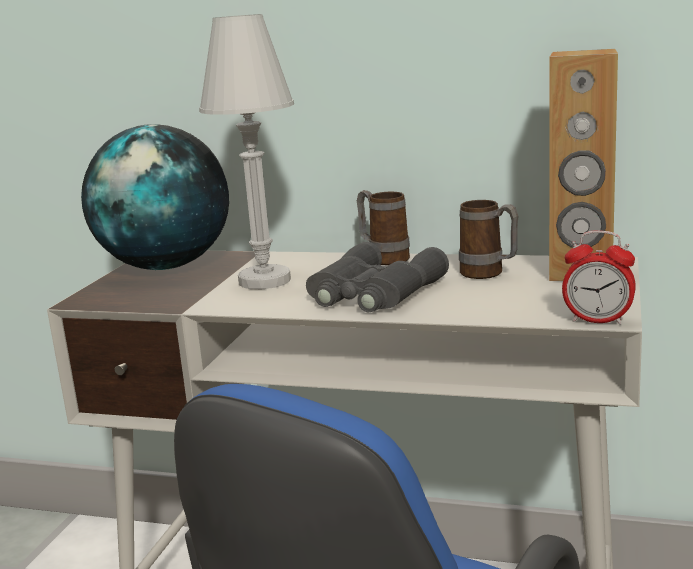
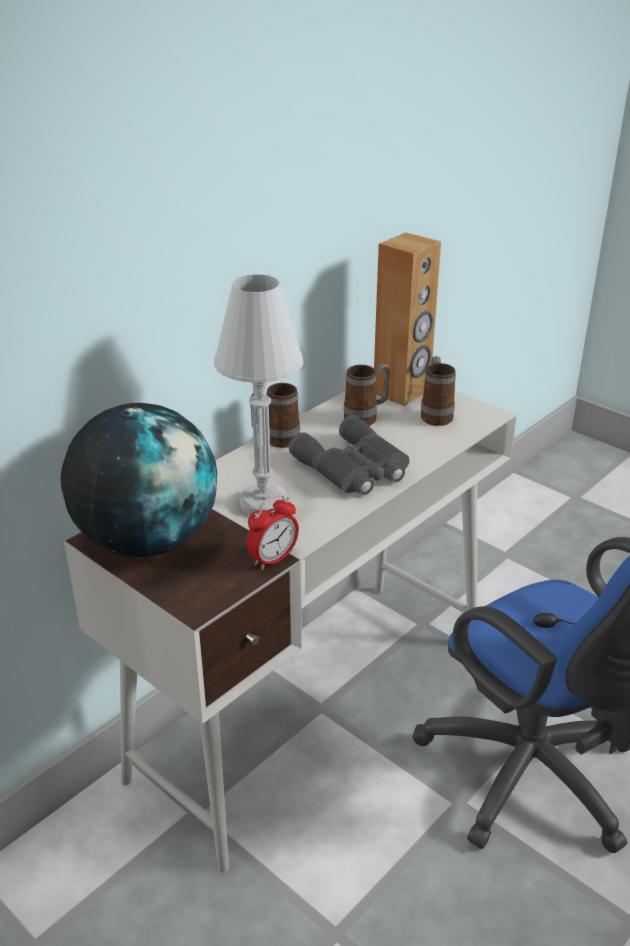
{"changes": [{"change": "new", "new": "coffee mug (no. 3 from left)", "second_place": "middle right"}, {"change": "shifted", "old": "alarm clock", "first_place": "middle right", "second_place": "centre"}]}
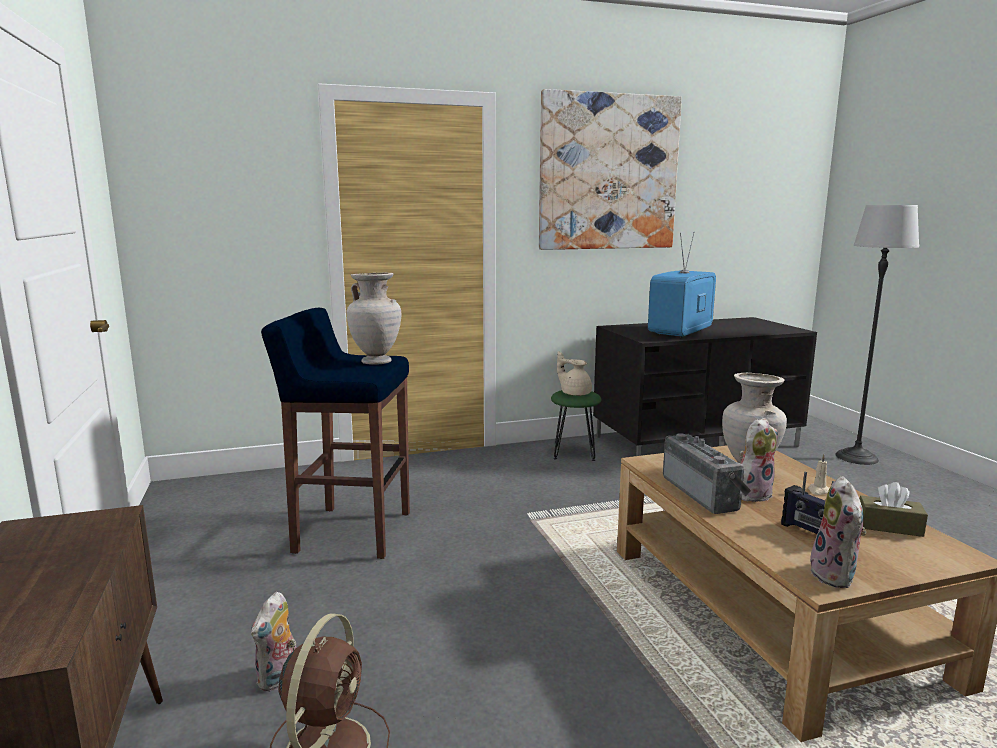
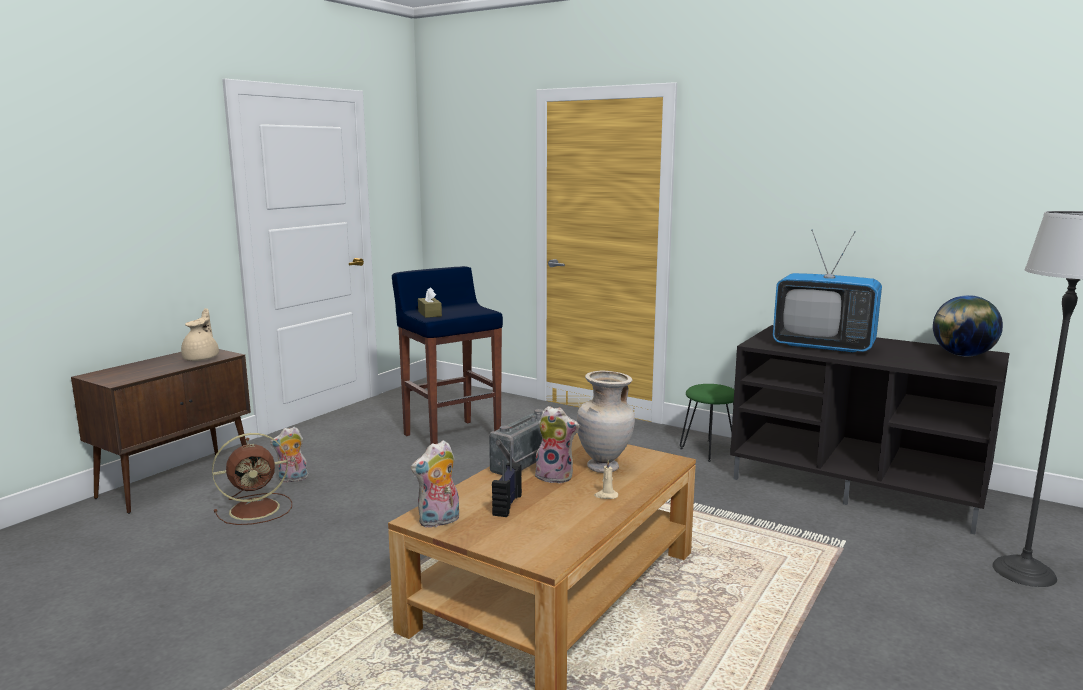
{"changes": [{"change": "gone", "old": "decorative vase (beige-coloured) (no. 1 from left)", "first_place": "centre"}, {"change": "gone", "old": "picture", "first_place": "top centre"}, {"change": "new", "new": "globe", "second_place": "middle right"}, {"change": "shifted", "old": "tea pot (beige-coloured)", "first_place": "centre", "second_place": "middle left"}, {"change": "shifted", "old": "box of tissues (brown-coloured)", "first_place": "bottom right", "second_place": "centre"}, {"change": "rotated", "old": "TV set", "first_place": "middle right", "second_place": "middle right", "degrees": -150}]}
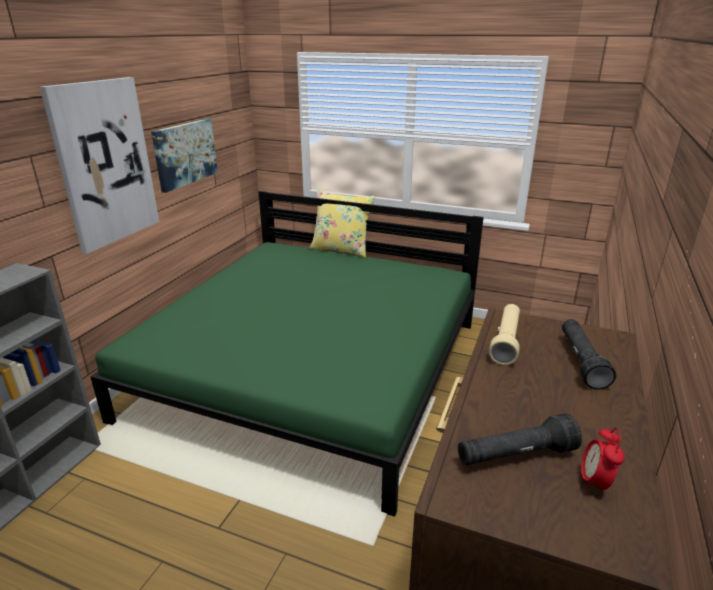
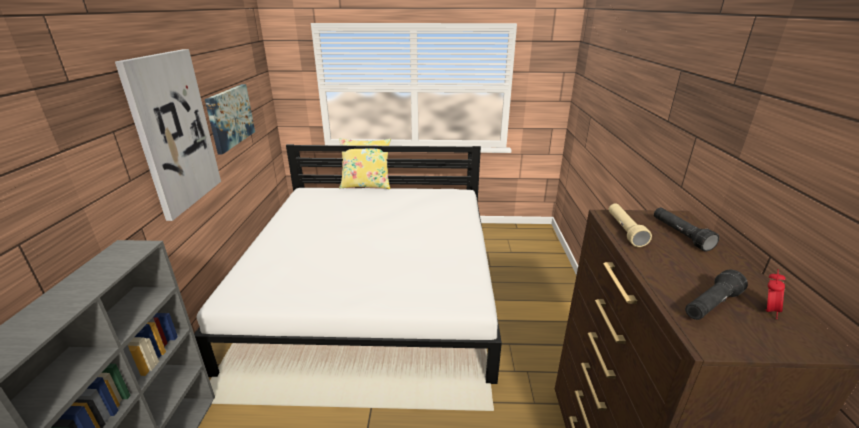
{"changes": [{"change": "repainted", "old": "bedroom bed (greenish)", "new": "bedroom bed (white-coloured)", "first_place": "centre", "second_place": "centre"}, {"change": "rotated", "old": "alarm clock", "first_place": "bottom right", "second_place": "bottom right", "degrees": -135}]}
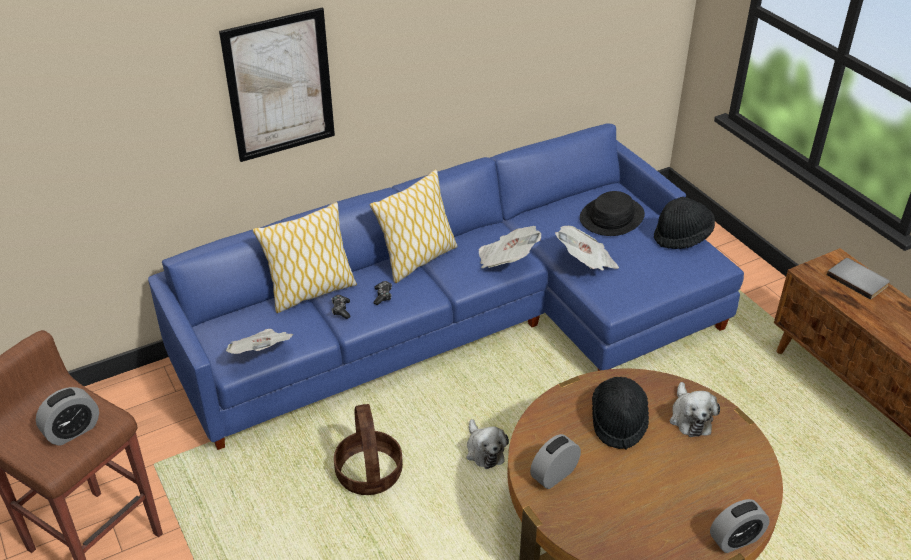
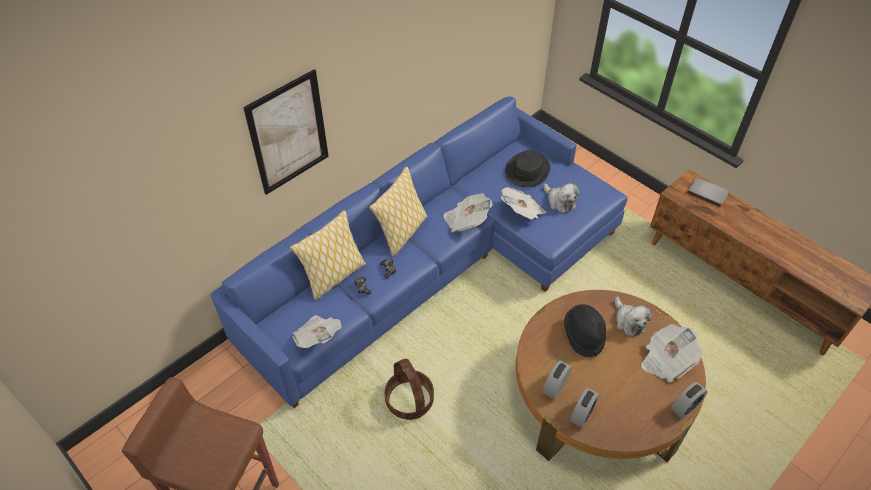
{"changes": [{"change": "gone", "old": "clothing hat (black) (no. 3 from left)", "first_place": "middle right"}, {"change": "new", "new": "daily paper (no. 4 from left)", "second_place": "bottom right"}, {"change": "shifted", "old": "alarm clock (no. 1 from left in the first image)", "new": "alarm clock (no. 2 from left)", "first_place": "bottom left", "second_place": "bottom right"}, {"change": "shifted", "old": "soft toy (no. 1 from left)", "first_place": "bottom centre", "second_place": "centre"}]}
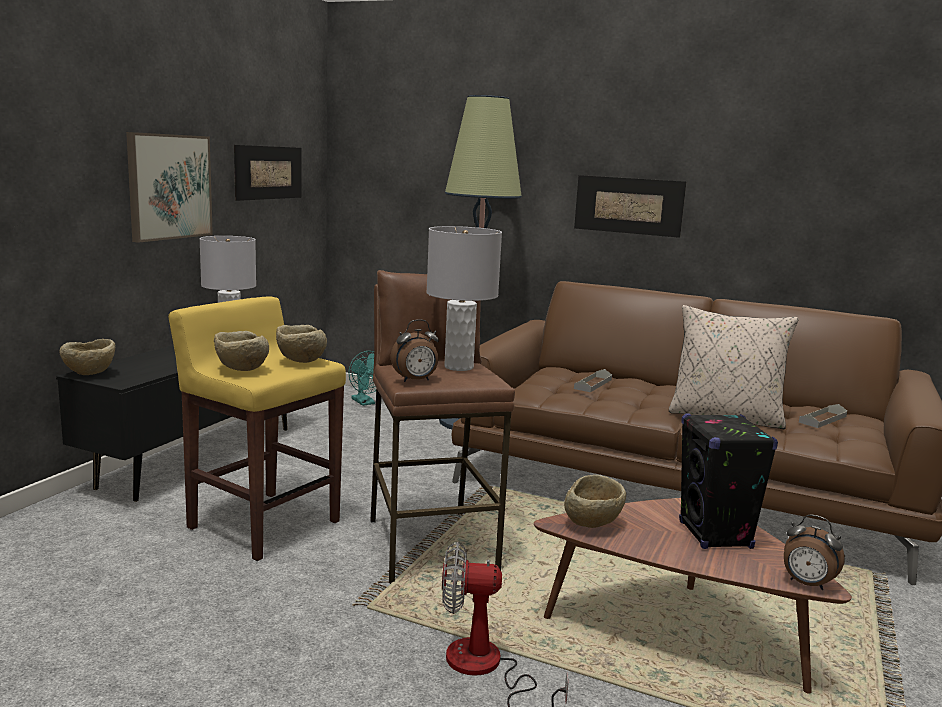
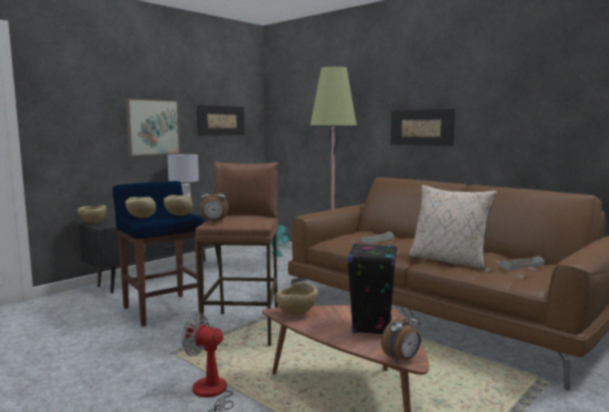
{"changes": [{"change": "gone", "old": "tabletop lamp (greyish) (no. 2 from left)", "first_place": "centre"}, {"change": "repainted", "old": "stool seat (yellow)", "new": "stool seat (blue)", "first_place": "middle left", "second_place": "middle left"}, {"change": "rotated", "old": "alarm clock (no. 2 from left)", "first_place": "bottom right", "second_place": "bottom centre", "degrees": -90}]}
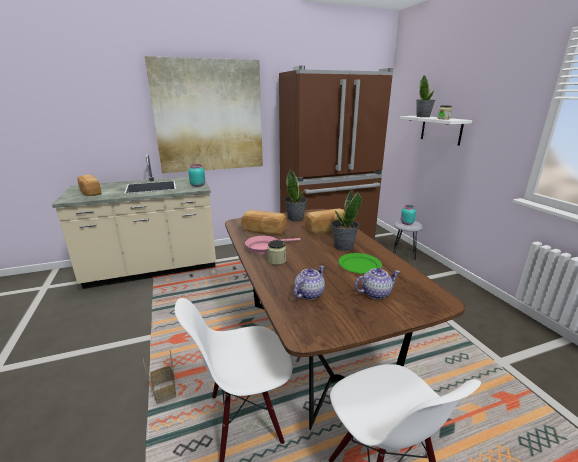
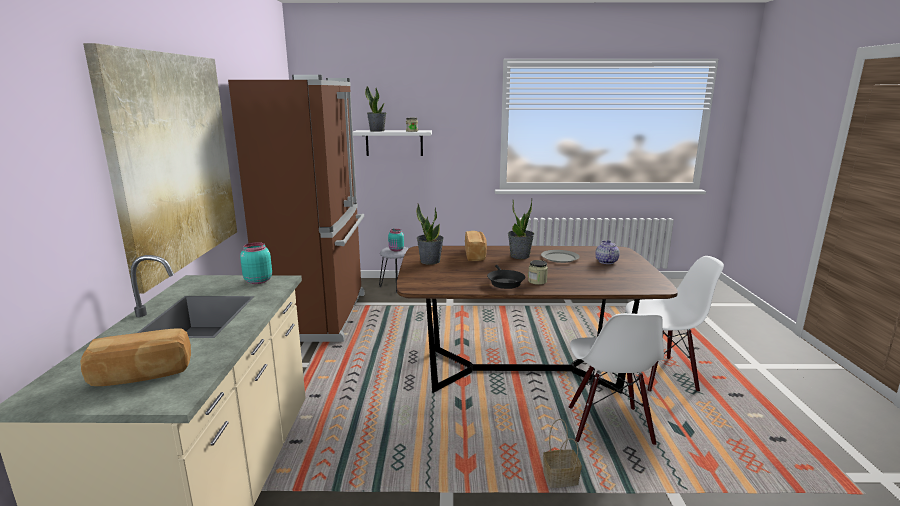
{"changes": [{"change": "gone", "old": "bread (no. 2 from left)", "first_place": "centre"}, {"change": "gone", "old": "tea pot (no. 1 from left)", "first_place": "centre"}, {"change": "repainted", "old": "skillet (pink-coloured)", "new": "skillet (black)", "first_place": "centre", "second_place": "centre"}, {"change": "repainted", "old": "plate (greenish)", "new": "plate (greyish)", "first_place": "centre", "second_place": "centre"}]}
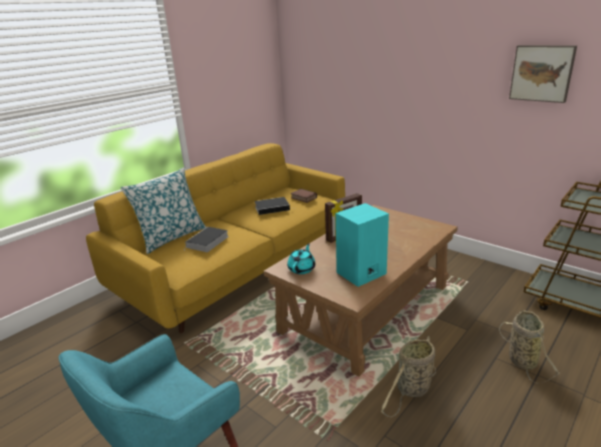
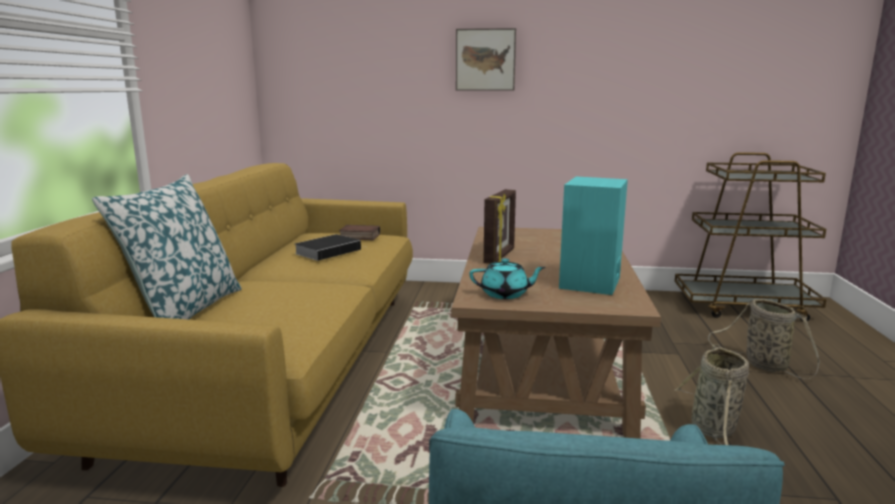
{"changes": [{"change": "gone", "old": "bound book (no. 1 from left)", "first_place": "centre"}, {"change": "shifted", "old": "picture", "first_place": "top right", "second_place": "top centre"}, {"change": "rotated", "old": "tea pot (turquoise)", "first_place": "centre", "second_place": "centre", "degrees": 105}]}
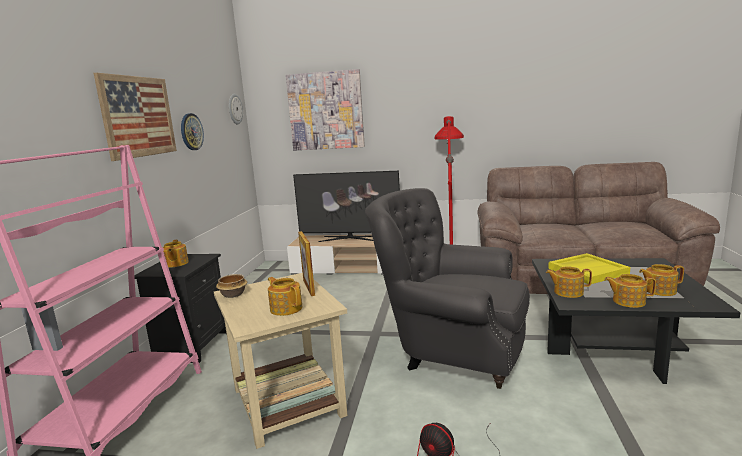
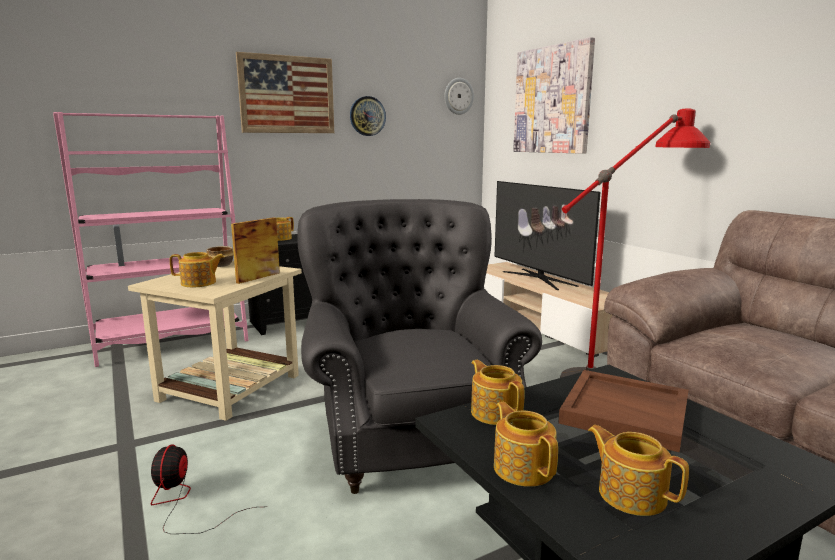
{"changes": [{"change": "repainted", "old": "serving tray (yellow)", "new": "serving tray (brown-coloured)", "first_place": "middle right", "second_place": "bottom right"}, {"change": "rotated", "old": "tea pot (no. 2 from left in the first image)", "first_place": "centre", "second_place": "middle left", "degrees": 75}]}
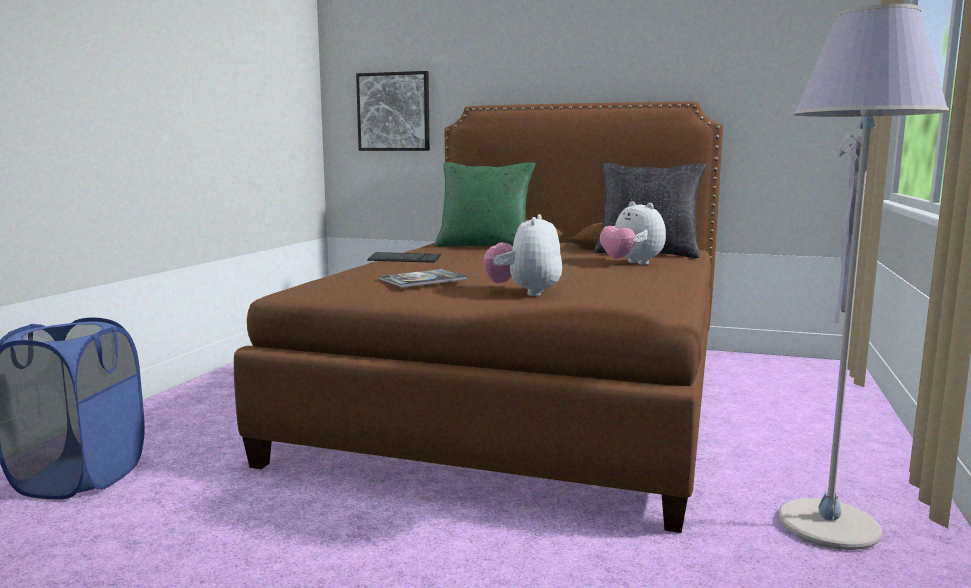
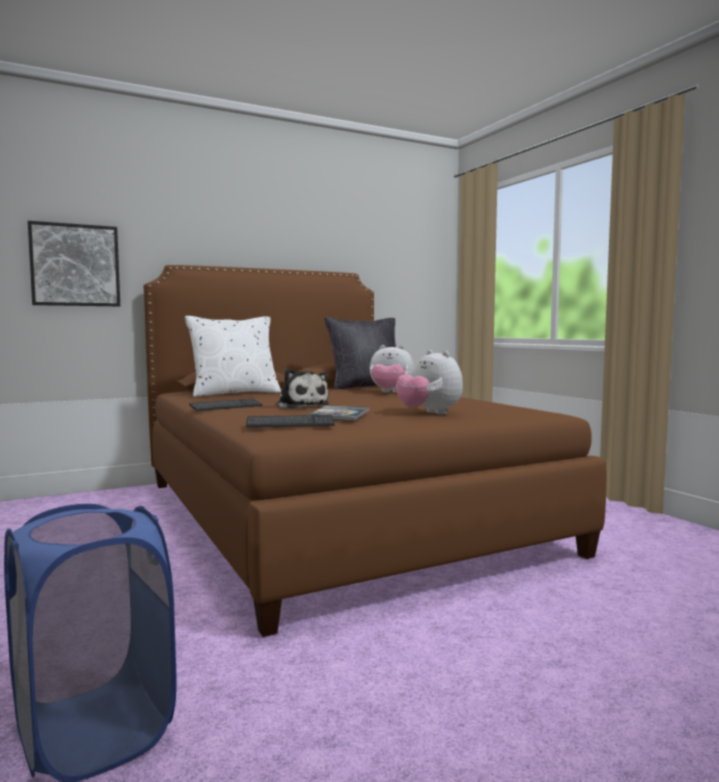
{"changes": [{"change": "gone", "old": "standing lamp (greyish)", "first_place": "middle right"}, {"change": "new", "new": "keyboard (no. 2 from left)", "second_place": "centre"}, {"change": "new", "new": "soft toy (no. 1 from left)", "second_place": "centre"}, {"change": "repainted", "old": "pillow (greenish)", "new": "pillow (white-coloured)", "first_place": "centre", "second_place": "middle left"}]}
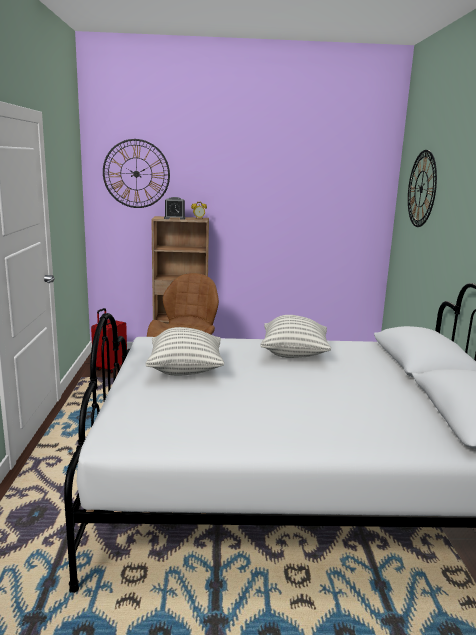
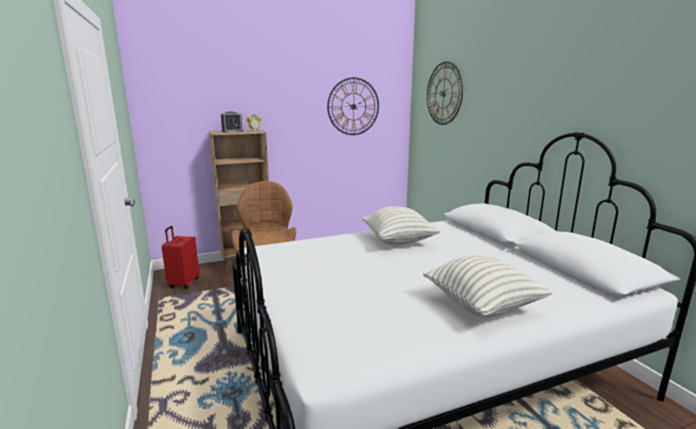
{"changes": [{"change": "shifted", "old": "hanging clock (no. 1 from left)", "first_place": "top left", "second_place": "top centre"}, {"change": "shifted", "old": "pillow (no. 1 from left in the first image)", "new": "pillow (no. 2 from left)", "first_place": "centre", "second_place": "bottom right"}]}
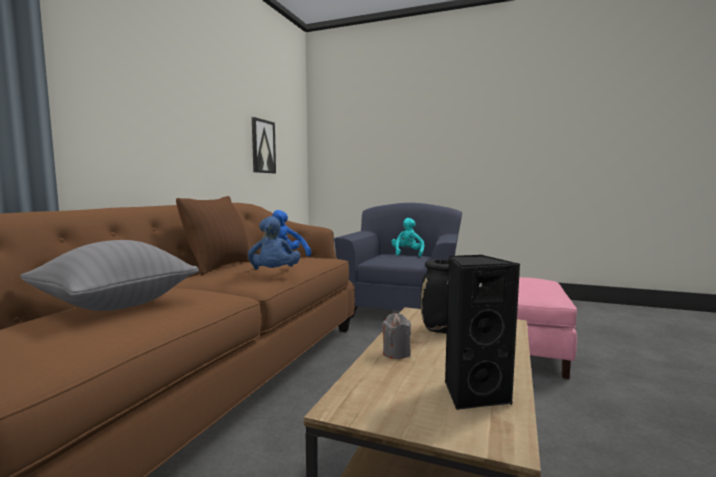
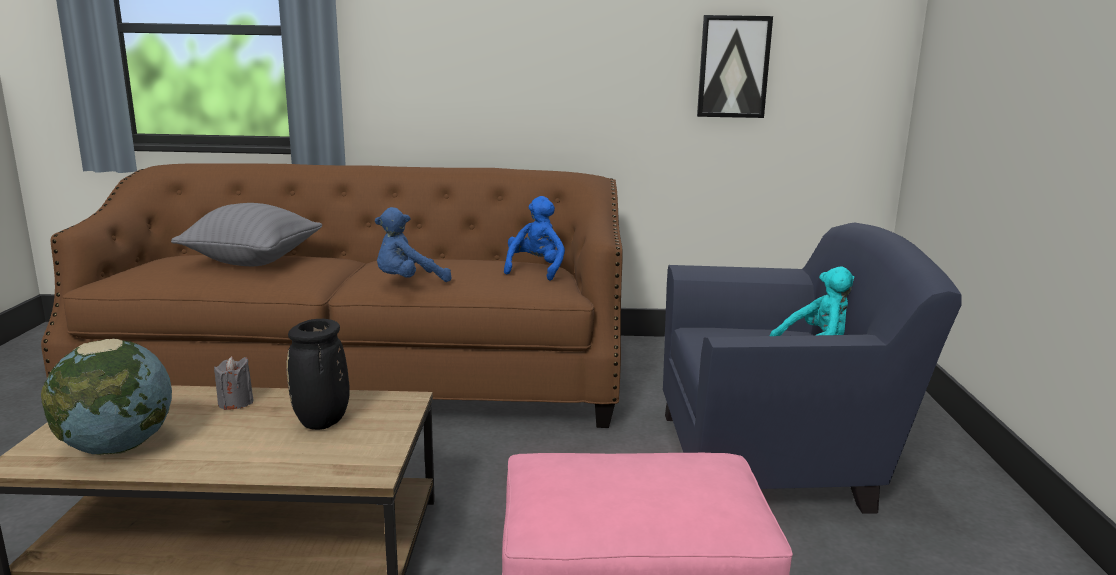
{"changes": [{"change": "gone", "old": "pillow (brown-coloured)", "first_place": "middle left"}, {"change": "swapped", "old": "speaker (black)", "new": "globe", "first_place": "bottom right", "second_place": "bottom left"}]}
